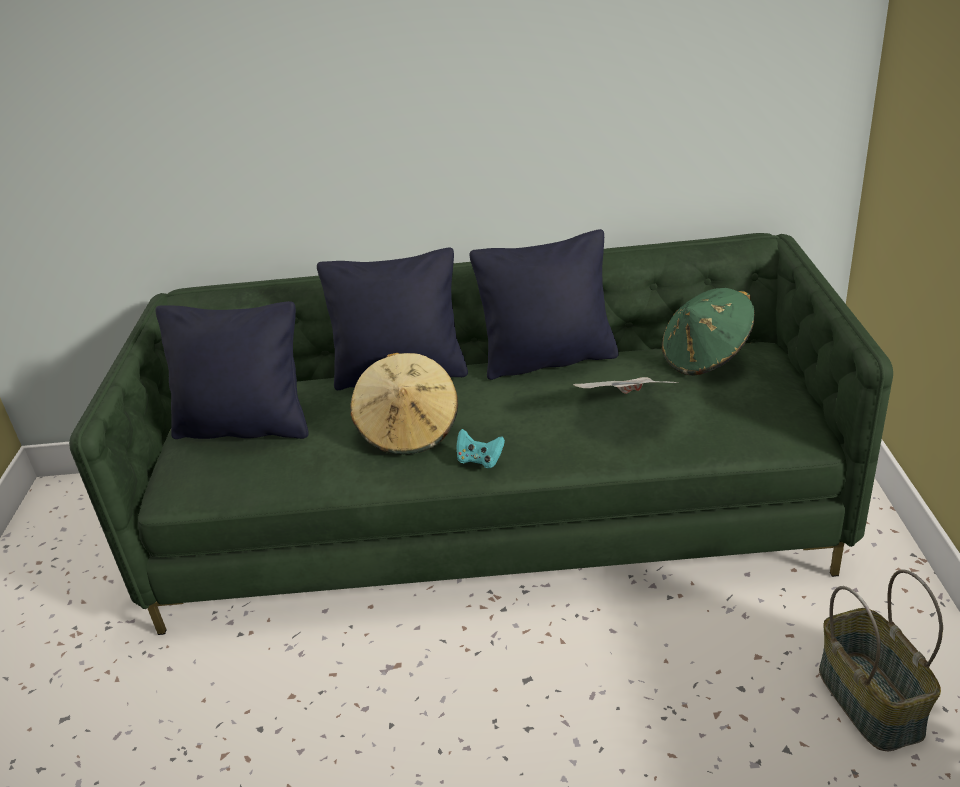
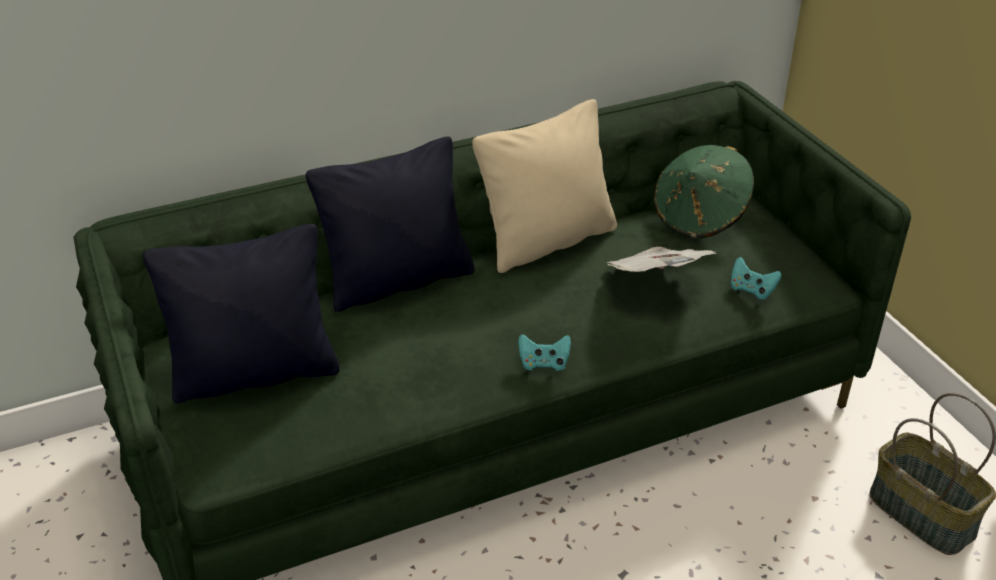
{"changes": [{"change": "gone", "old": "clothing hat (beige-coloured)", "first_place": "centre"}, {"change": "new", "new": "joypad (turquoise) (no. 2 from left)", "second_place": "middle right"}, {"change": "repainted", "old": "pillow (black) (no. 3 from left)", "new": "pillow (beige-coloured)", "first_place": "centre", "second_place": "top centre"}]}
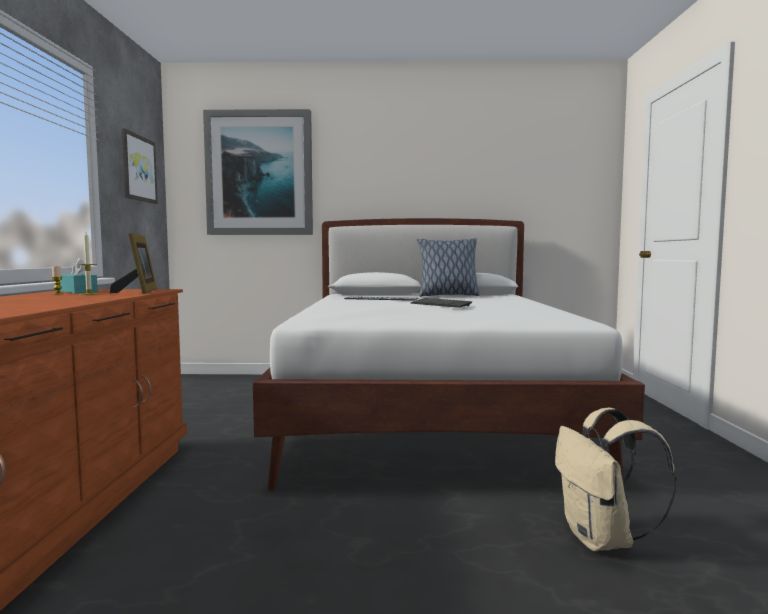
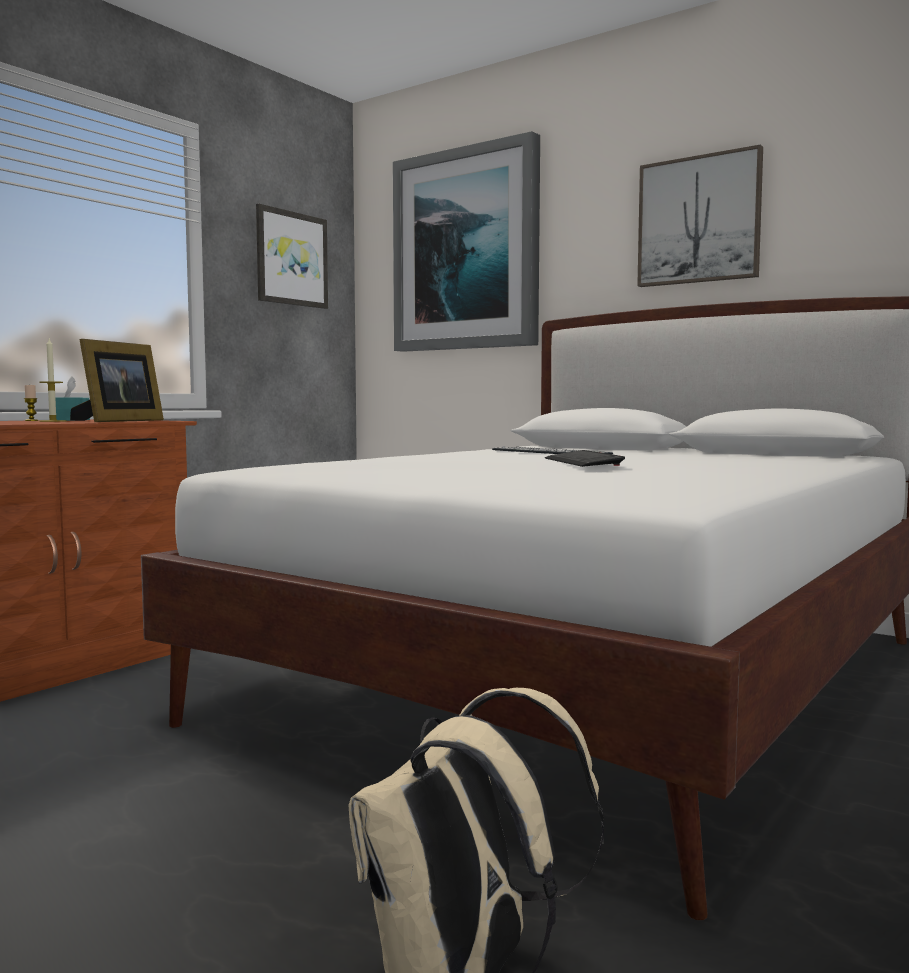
{"changes": [{"change": "gone", "old": "pillow", "first_place": "centre"}, {"change": "new", "new": "picture (no. 3 from left)", "second_place": "top right"}]}
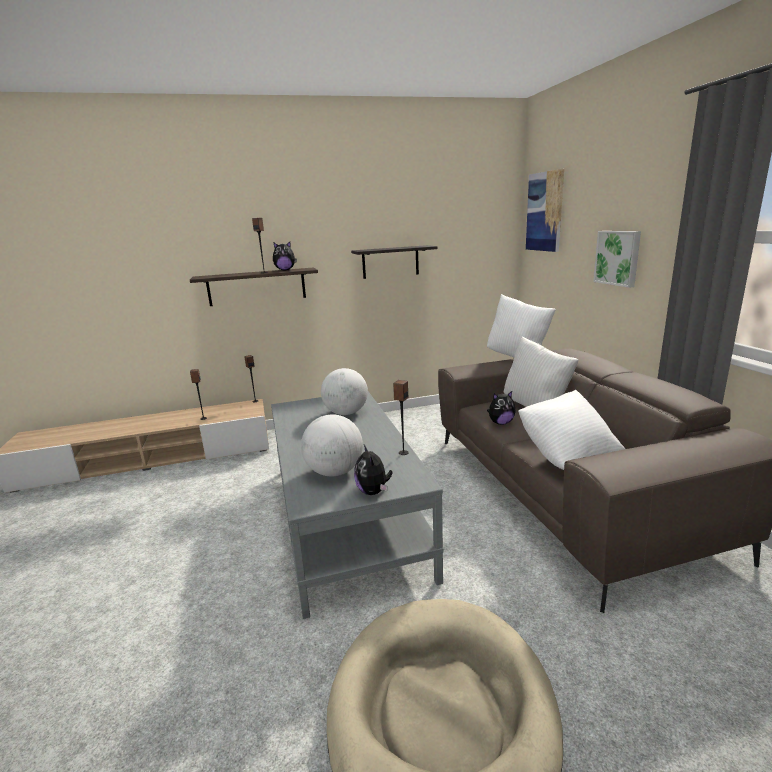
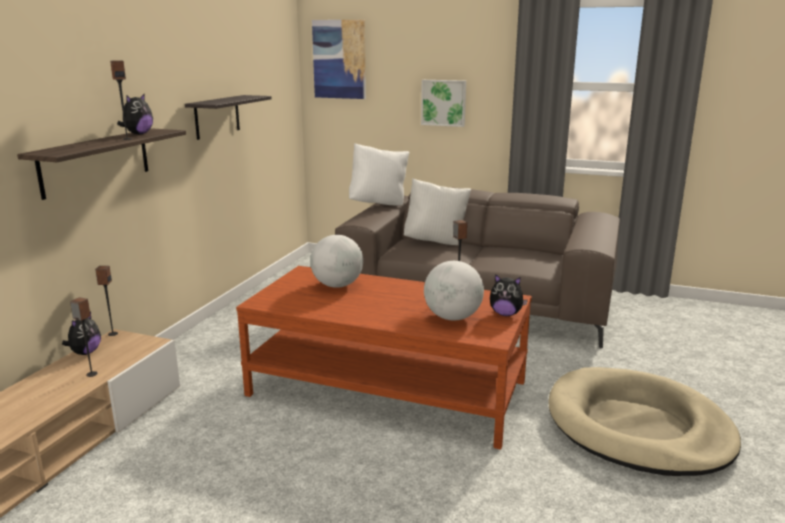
{"changes": [{"change": "gone", "old": "pillow (white-coloured) (no. 3 from left)", "first_place": "middle right"}, {"change": "shifted", "old": "soft toy (no. 3 from left in the first image)", "new": "soft toy (no. 1 from left)", "first_place": "centre", "second_place": "middle left"}, {"change": "repainted", "old": "lounge table (greyish)", "new": "lounge table (brown-coloured)", "first_place": "centre", "second_place": "bottom centre"}]}
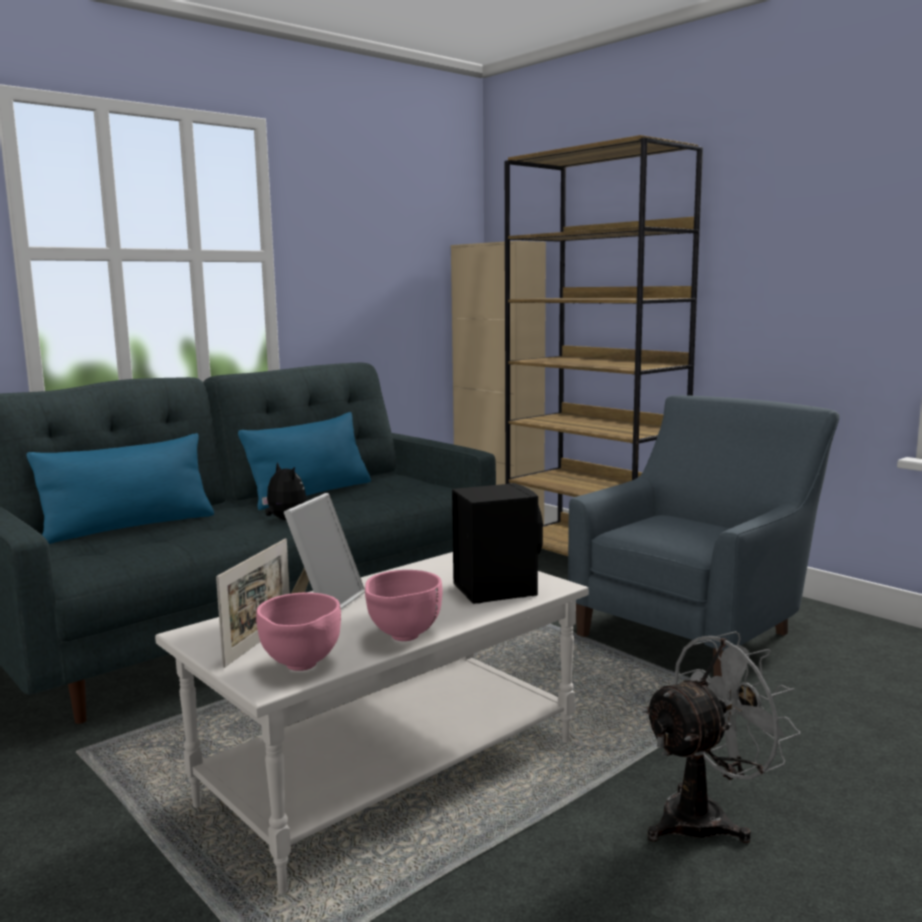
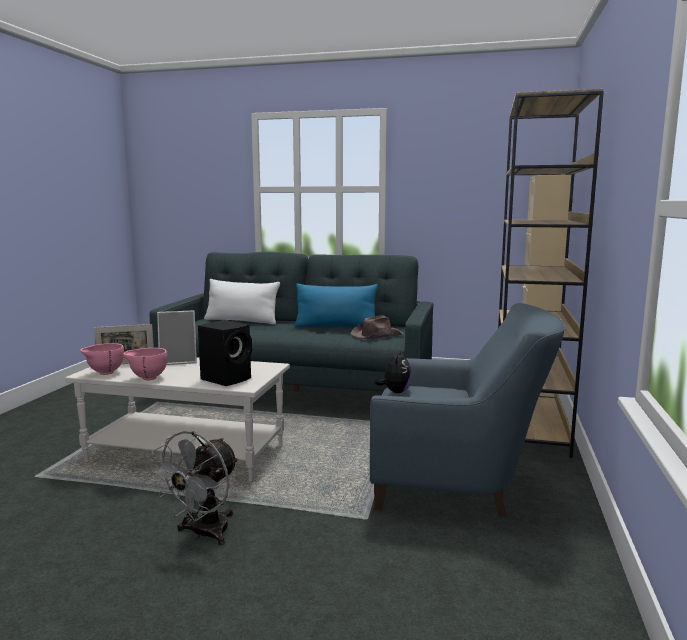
{"changes": [{"change": "new", "new": "clothing hat (brown-coloured)", "second_place": "centre"}, {"change": "shifted", "old": "soft toy", "first_place": "middle left", "second_place": "centre"}, {"change": "repainted", "old": "pillow (blue) (no. 1 from left)", "new": "pillow (white-coloured)", "first_place": "middle left", "second_place": "centre"}, {"change": "rotated", "old": "electric fan (greyish)", "first_place": "bottom right", "second_place": "bottom left", "degrees": 90}]}
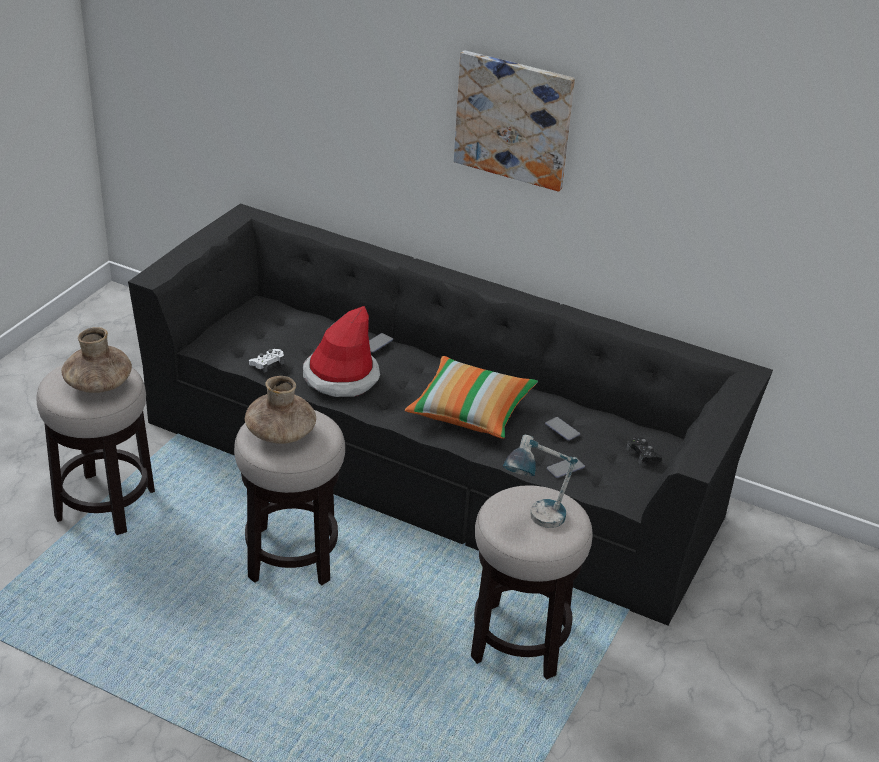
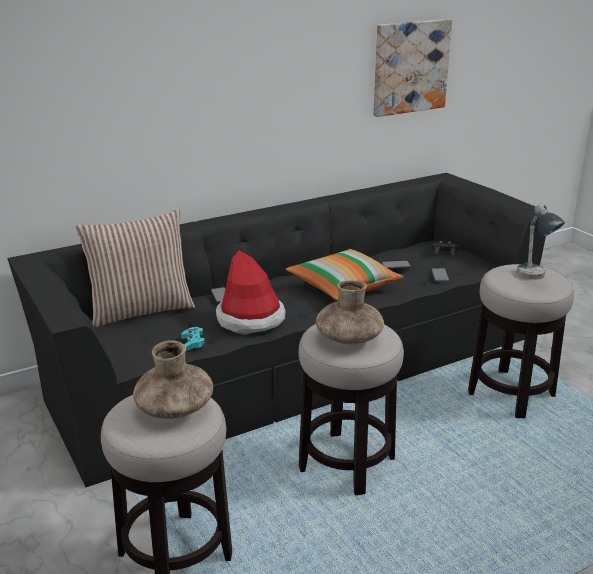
{"changes": [{"change": "new", "new": "pillow (no. 1 from left)", "second_place": "middle left"}, {"change": "shifted", "old": "picture", "first_place": "top centre", "second_place": "top right"}, {"change": "repainted", "old": "joypad (white-coloured)", "new": "joypad (turquoise)", "first_place": "middle left", "second_place": "middle left"}]}
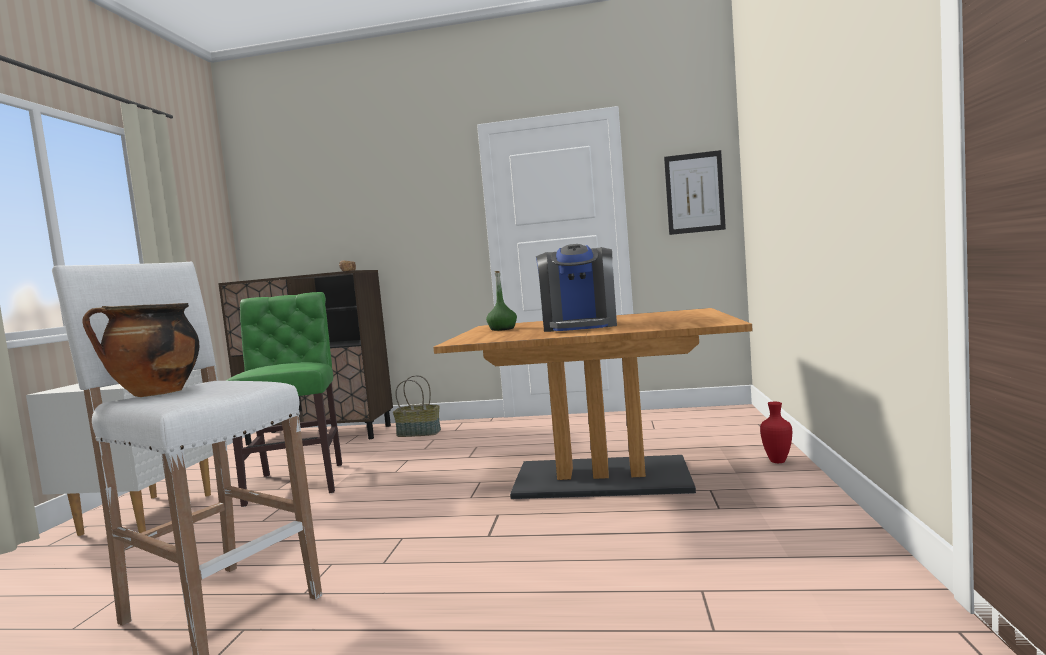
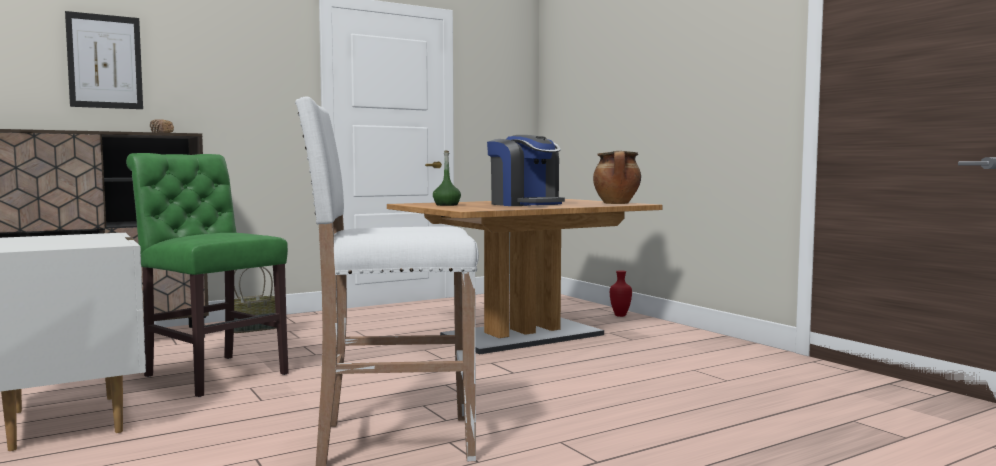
{"changes": [{"change": "shifted", "old": "saucepot", "first_place": "middle left", "second_place": "centre"}, {"change": "shifted", "old": "picture", "first_place": "top centre", "second_place": "top left"}]}
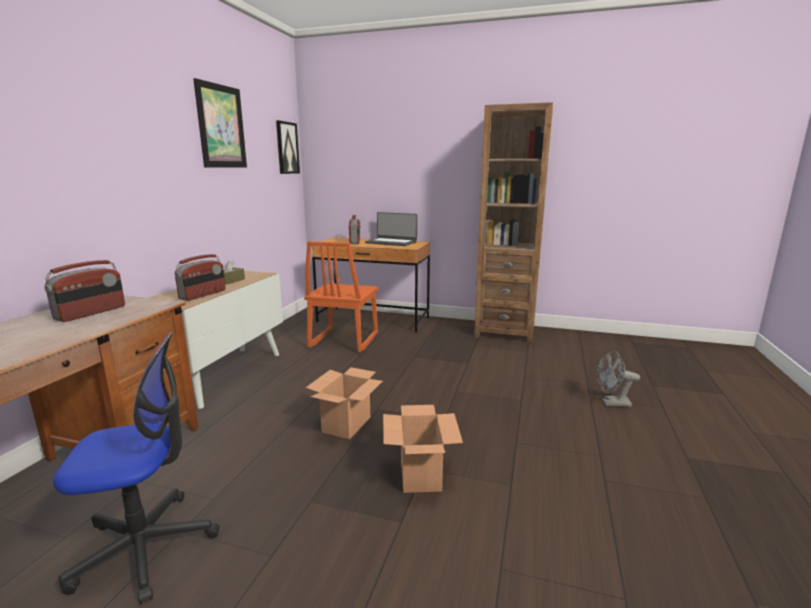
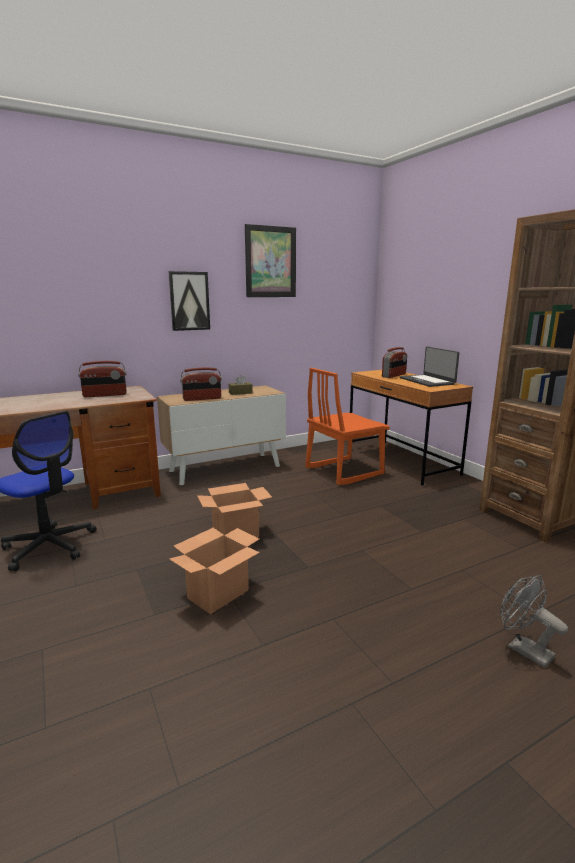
{"changes": [{"change": "shifted", "old": "picture (no. 2 from left in the first image)", "new": "picture (no. 1 from left)", "first_place": "top centre", "second_place": "middle left"}]}
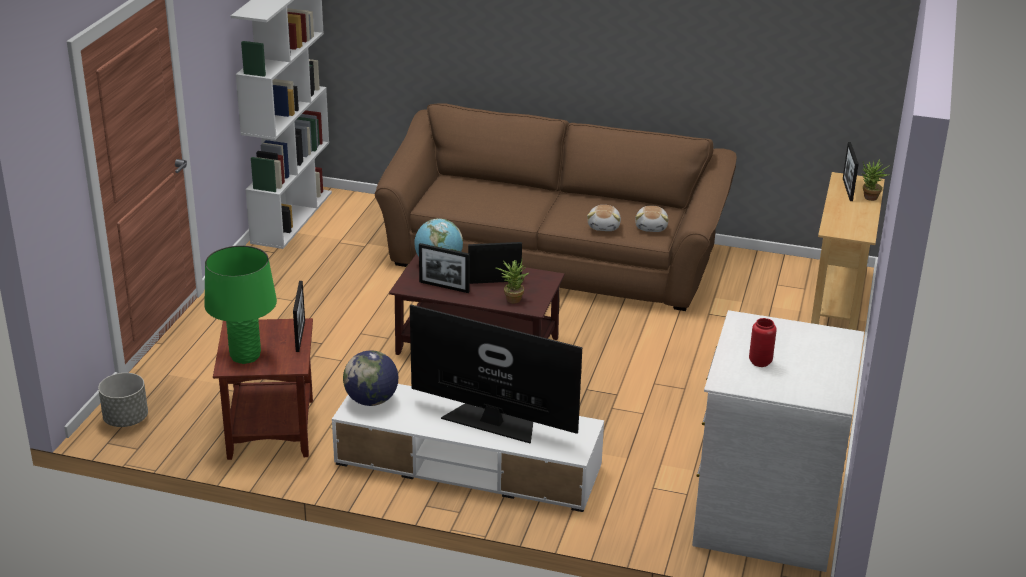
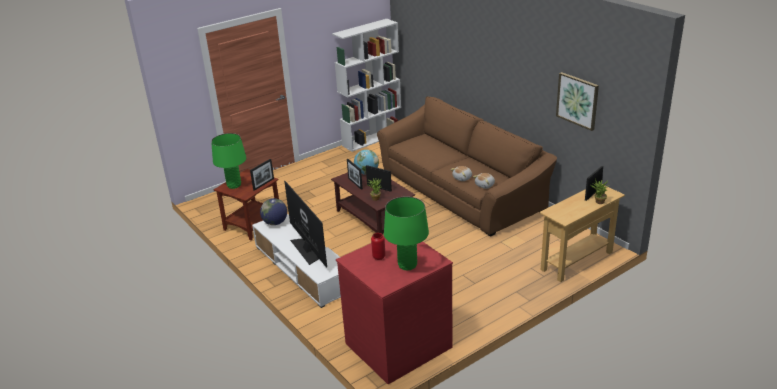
{"changes": [{"change": "gone", "old": "flower pot (greyish)", "first_place": "bottom left"}, {"change": "new", "new": "tabletop lamp (greenish) (no. 2 from left)", "second_place": "centre"}, {"change": "new", "new": "picture", "second_place": "top right"}, {"change": "repainted", "old": "drawer chest (white-coloured)", "new": "drawer chest (red)", "first_place": "bottom right", "second_place": "bottom centre"}]}
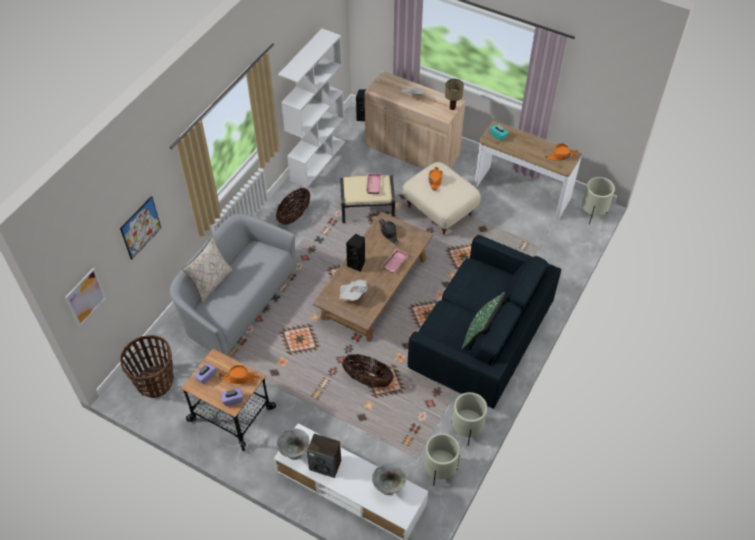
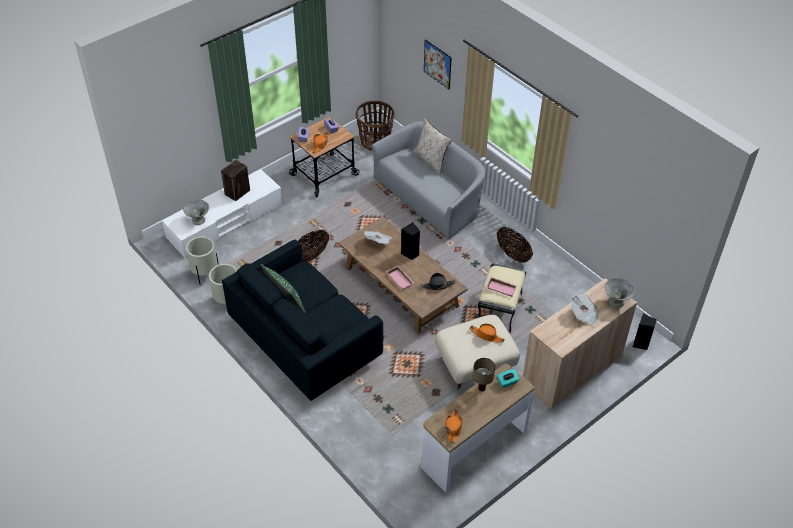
{"changes": [{"change": "gone", "old": "picture (no. 1 from left)", "first_place": "middle left"}, {"change": "gone", "old": "shelving unit (white-coloured)", "first_place": "top centre"}, {"change": "gone", "old": "flower pot (beige-coloured) (no. 3 from left)", "first_place": "middle right"}, {"change": "shifted", "old": "bowl (greyish) (no. 1 from left in the first image)", "new": "bowl (greyish) (no. 2 from left)", "first_place": "bottom centre", "second_place": "middle right"}, {"change": "shifted", "old": "tabletop lamp", "first_place": "top centre", "second_place": "bottom centre"}]}
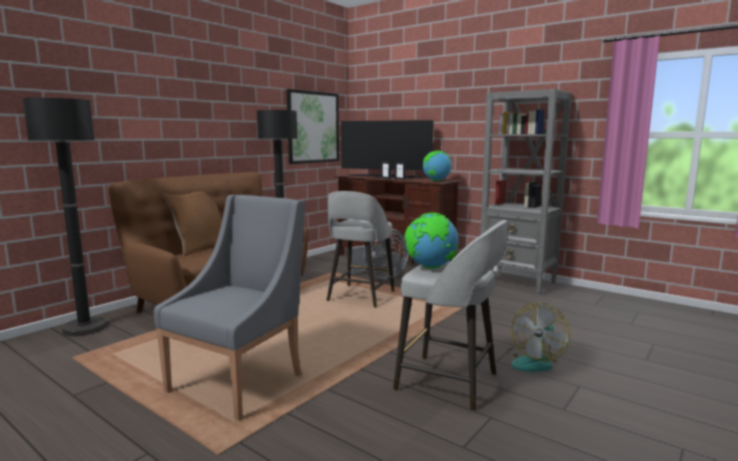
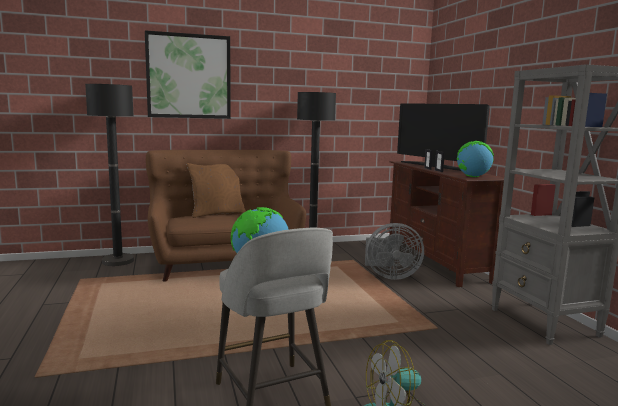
{"changes": [{"change": "gone", "old": "lounge chair (greyish)", "first_place": "bottom left"}, {"change": "gone", "old": "stool seat (greyish) (no. 1 from left)", "first_place": "centre"}, {"change": "shifted", "old": "picture", "first_place": "top centre", "second_place": "top left"}]}
